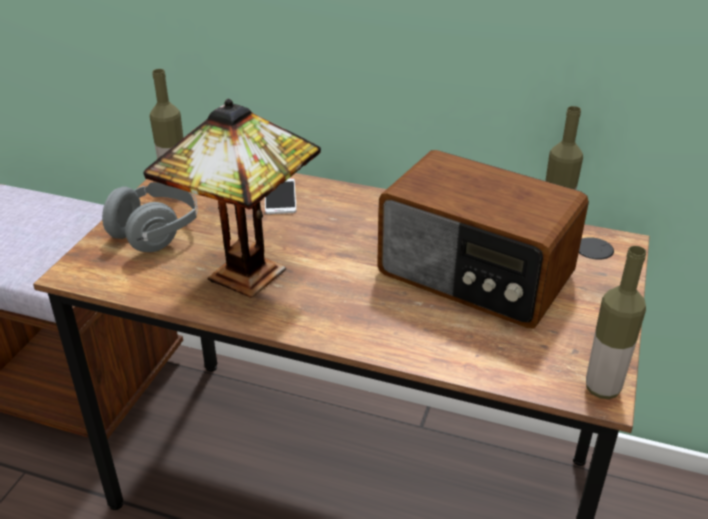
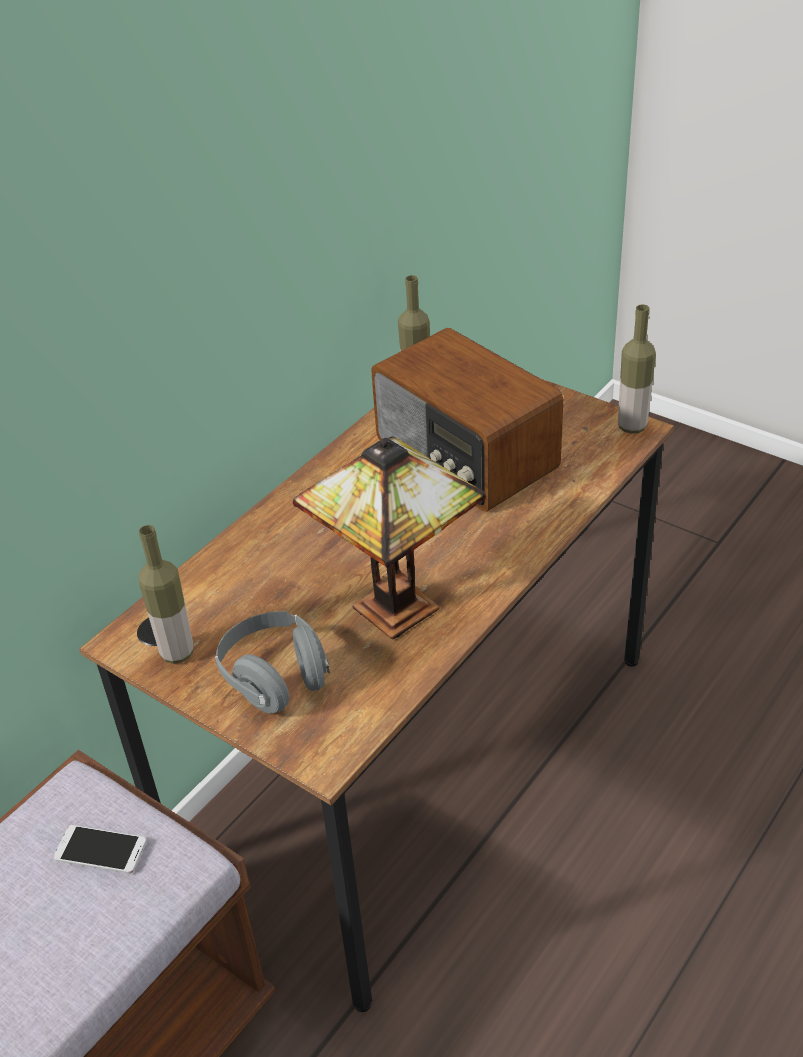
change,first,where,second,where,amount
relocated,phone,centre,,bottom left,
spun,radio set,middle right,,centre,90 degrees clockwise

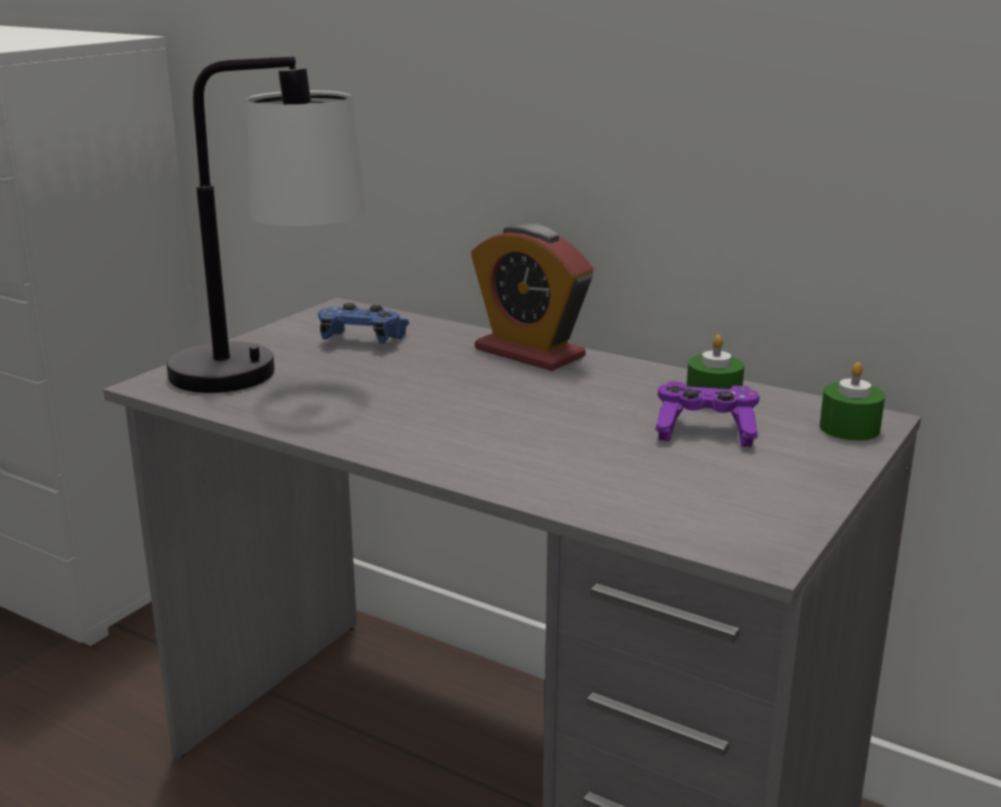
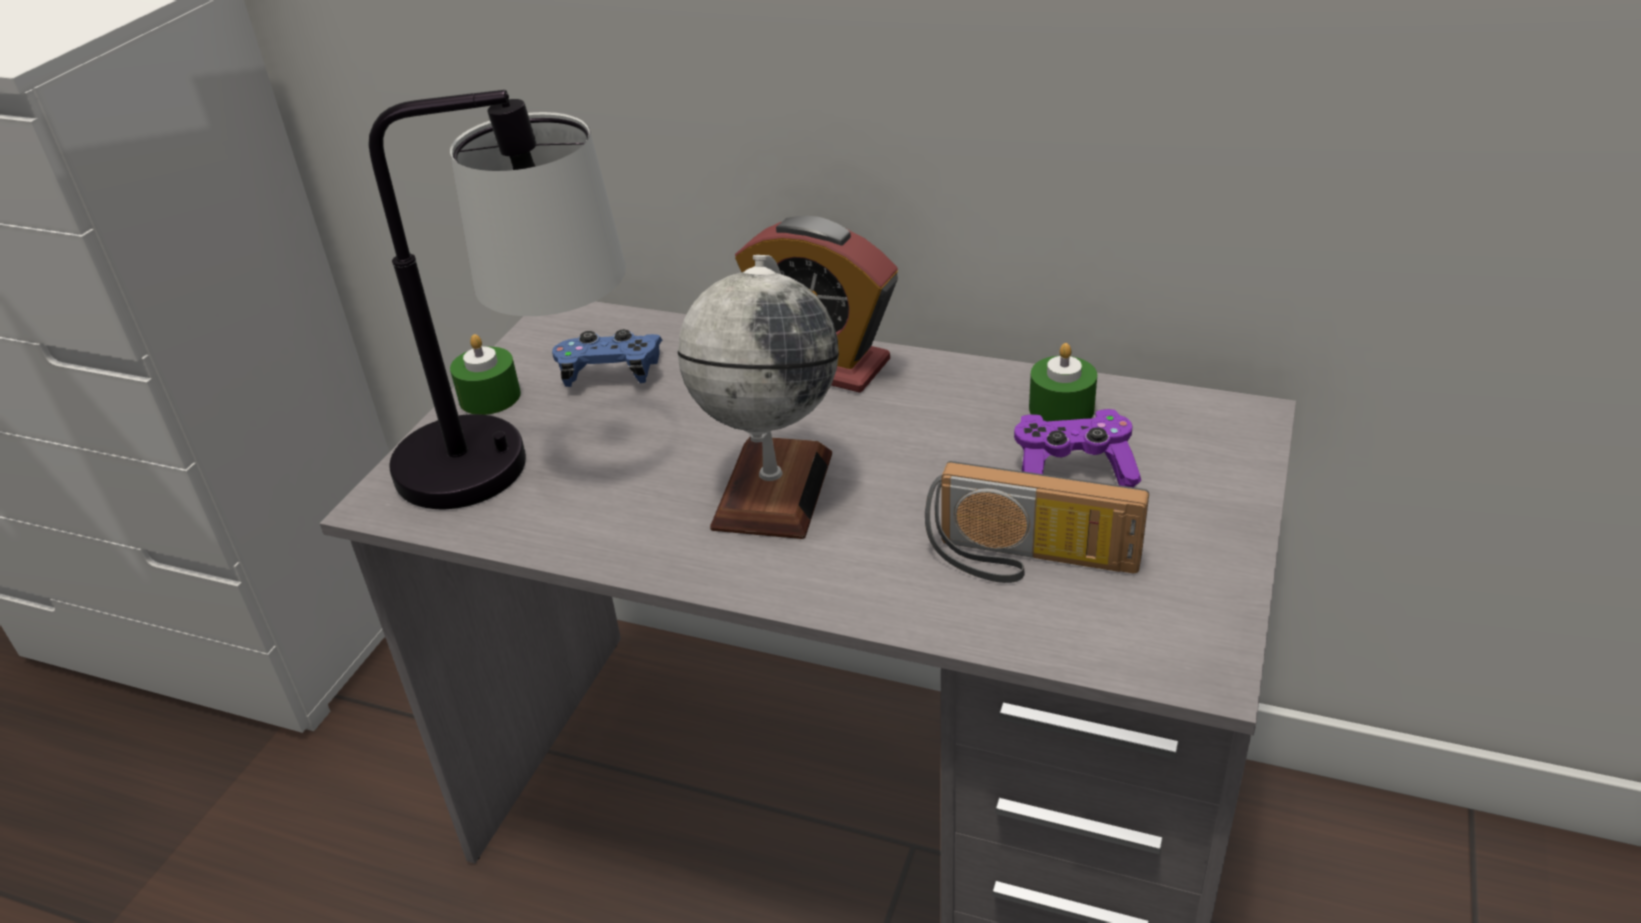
change,first,where,second,where,amount
relocated,wax light/greenish (no. 2 from left in the first image),middle right,wax light/greenish (no. 1 from left),middle left,
appeared,,,world globe,centre,
appeared,,,radio set,centre,

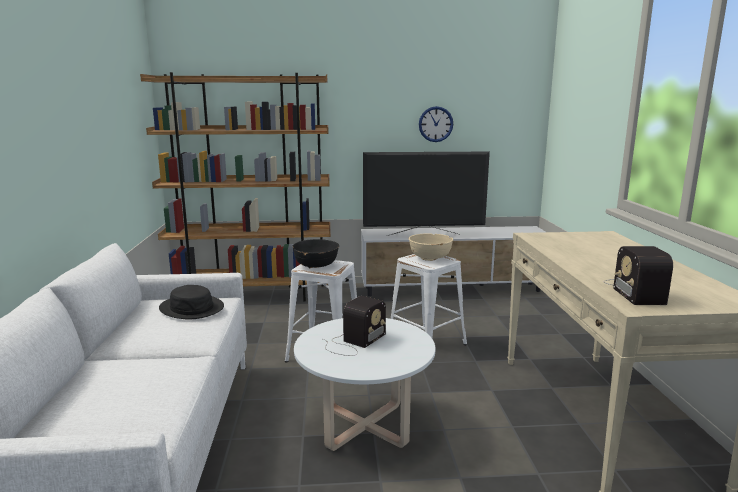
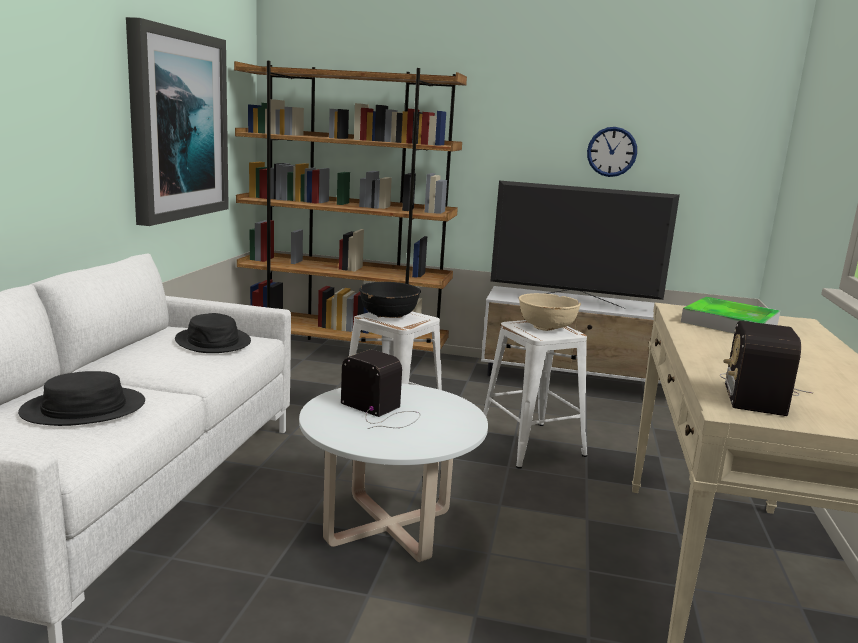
change,first,where,second,where,amount
spun,radio set (no. 1 from left),centre,,centre,105 degrees counterclockwise
appeared,,,hat/black-coloured (no. 1 from left),middle left,
appeared,,,wall art,top left,
appeared,,,tray,middle right,

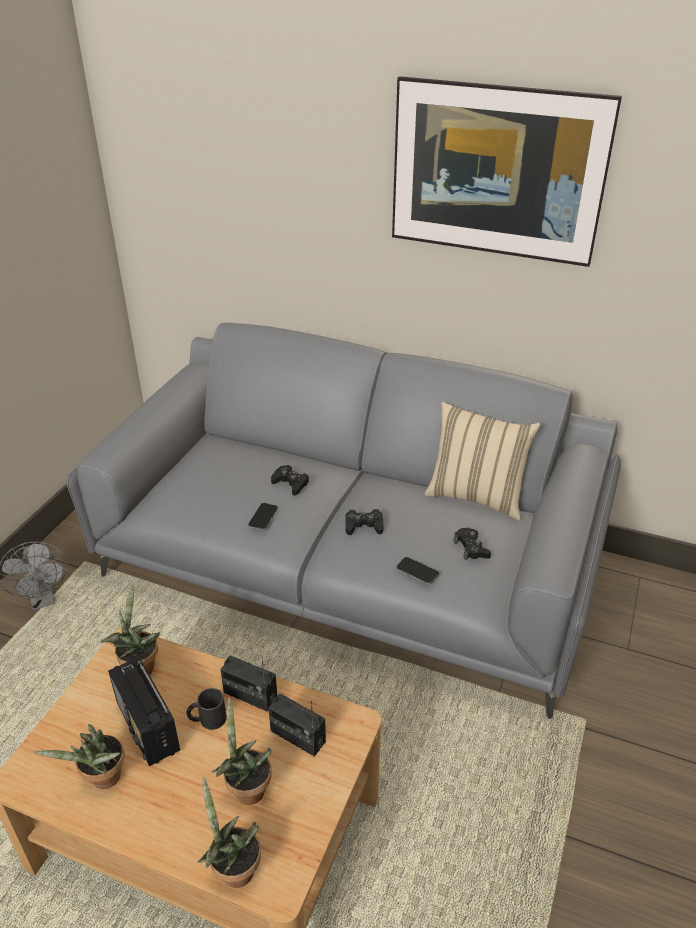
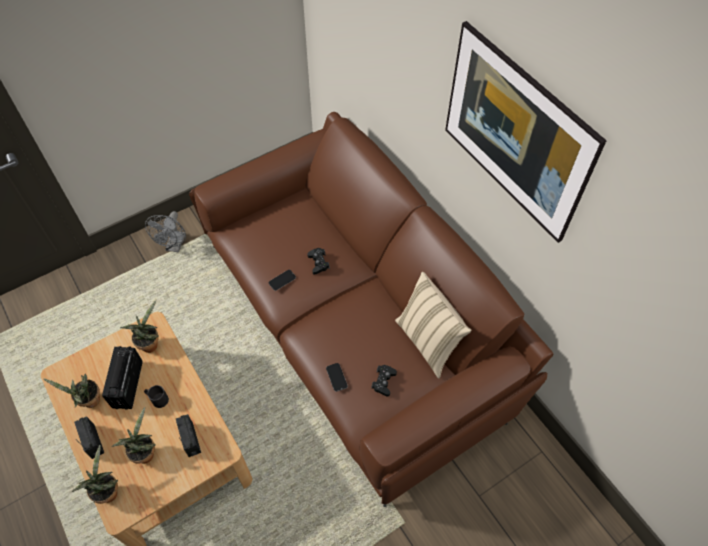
change,first,where,second,where,amount
colour,sofa/greyish,centre,sofa/brownish,centre,
relocated,radio set (no. 2 from left in the first image),bottom centre,radio set (no. 1 from left),bottom left,
missing,joypad/black-coloured (no. 2 from left),centre,,,

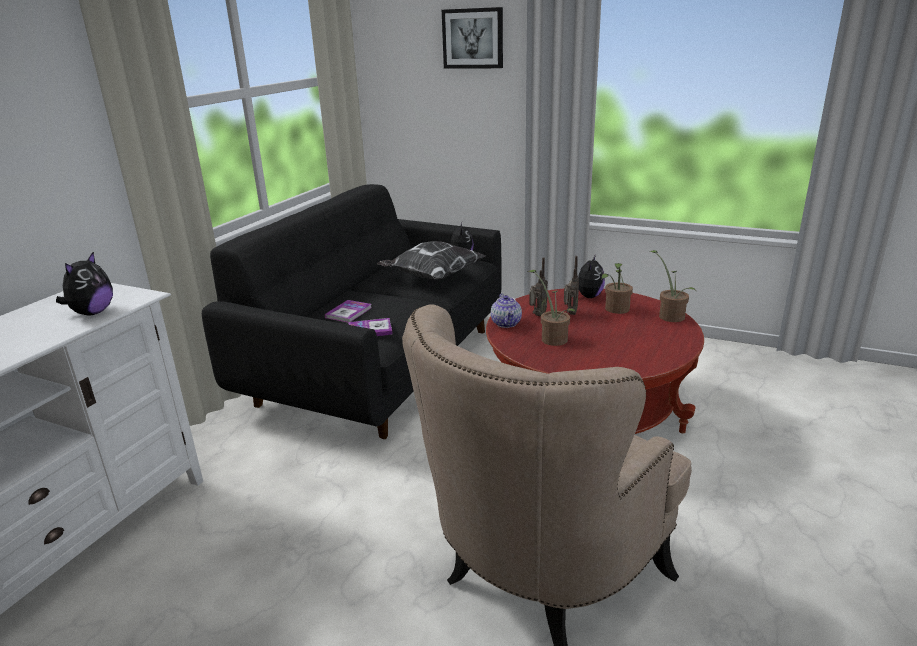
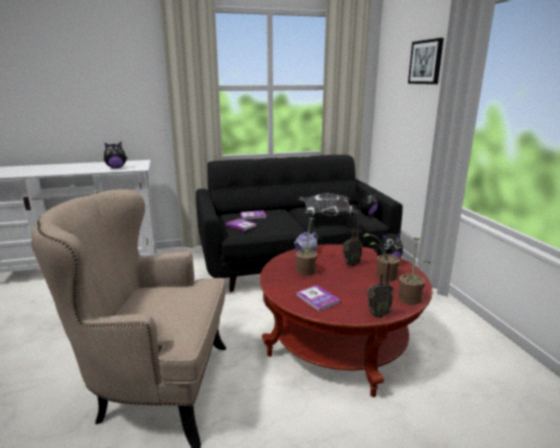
change,first,where,second,where,amount
relocated,radio set (no. 1 from left in the first image),centre,radio set (no. 2 from left),middle right,
appeared,,,bound book (no. 3 from left),centre,

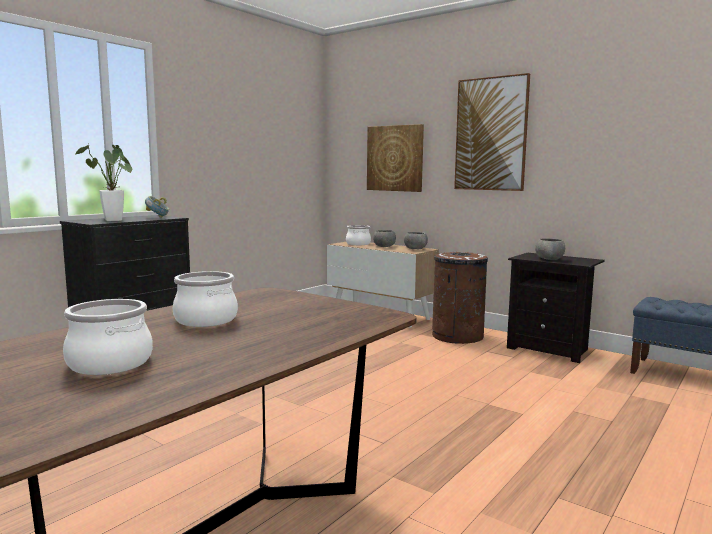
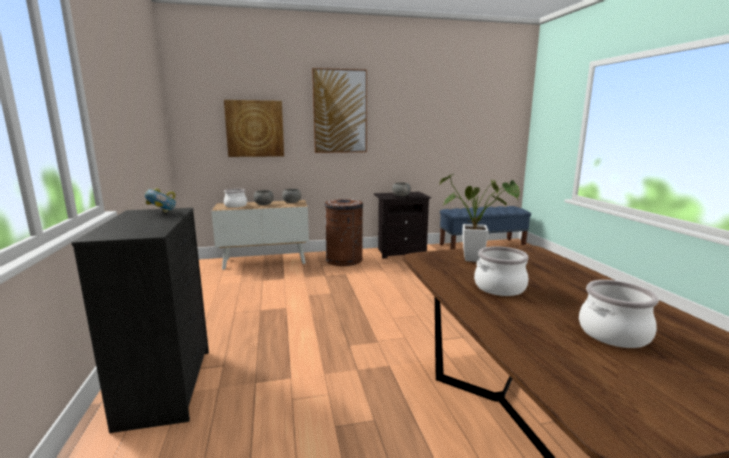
change,first,where,second,where,amount
relocated,houseplant,middle left,,centre,

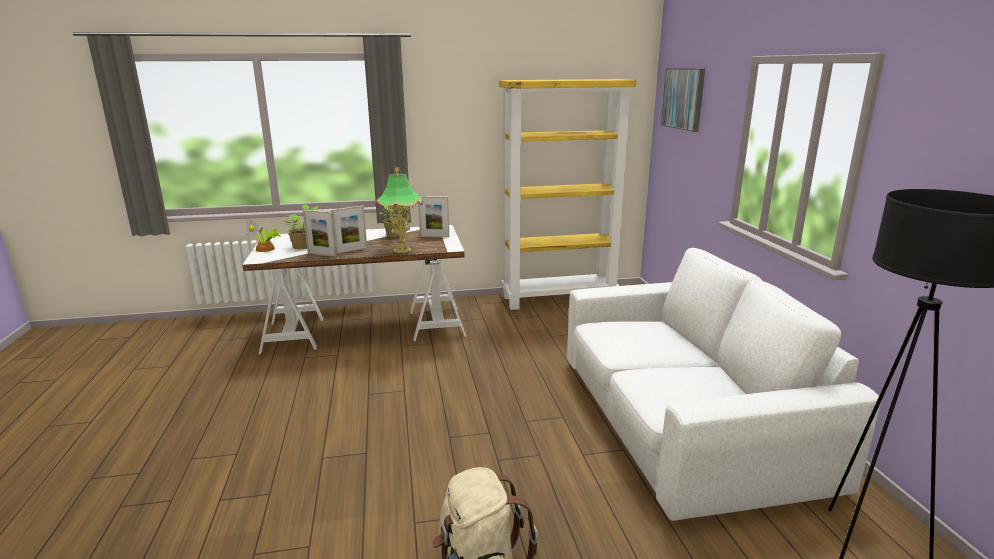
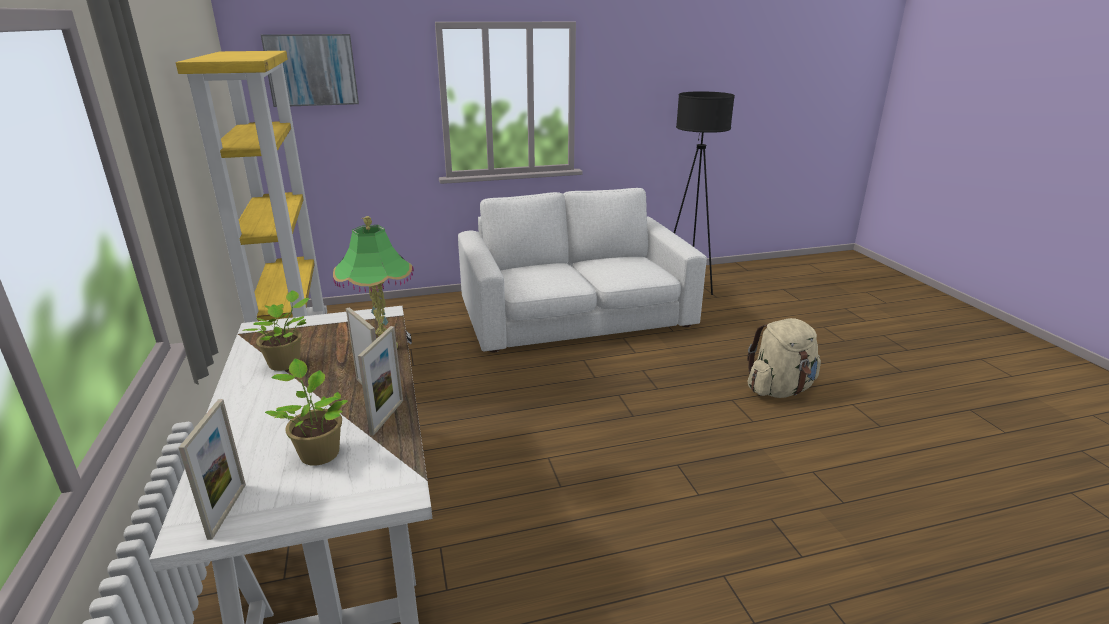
change,first,where,second,where,amount
missing,houseplant (no. 1 from left),middle left,,,
relocated,photo frame (no. 3 from left in the first image),centre,photo frame (no. 1 from left),bottom left,

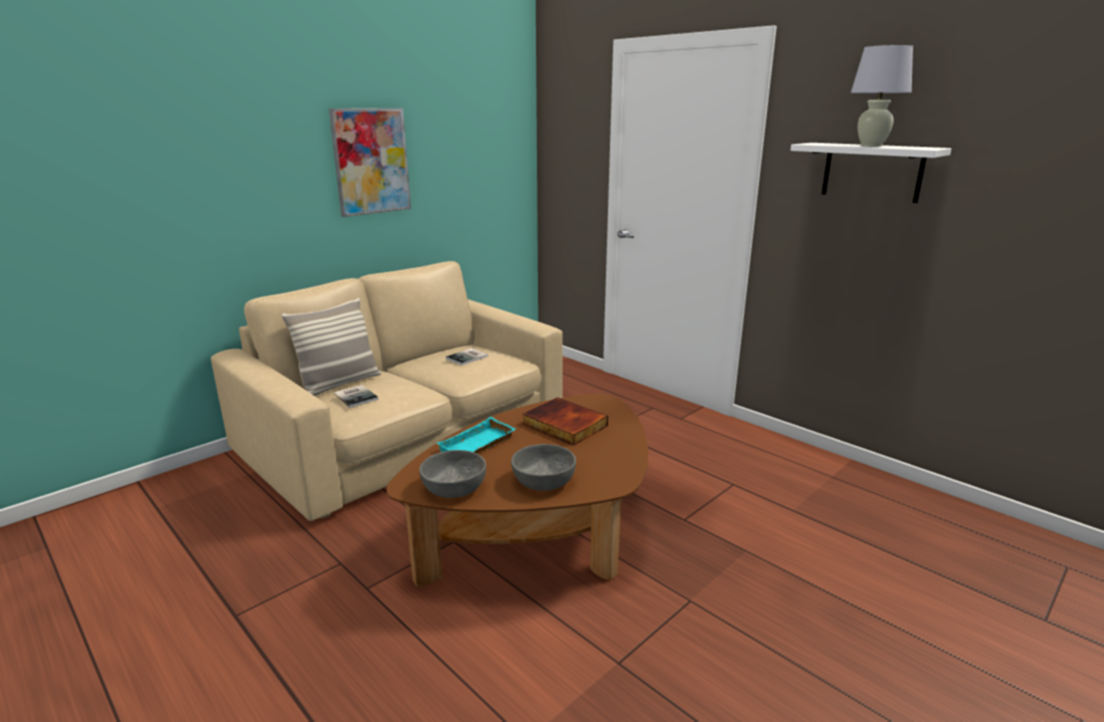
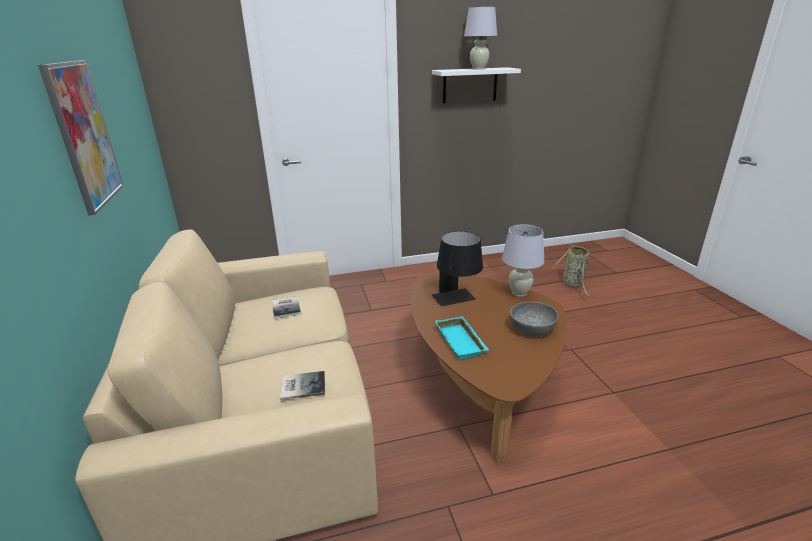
change,first,where,second,where,amount
missing,throw pillow,middle left,,,
missing,bowl/greyish (no. 1 from left),centre,,,
exchanged,bound book (no. 3 from left),centre,table lamp/black-coloured,centre,
appeared,,,table lamp/whitish (no. 2 from left),centre,
appeared,,,household basket,middle right,

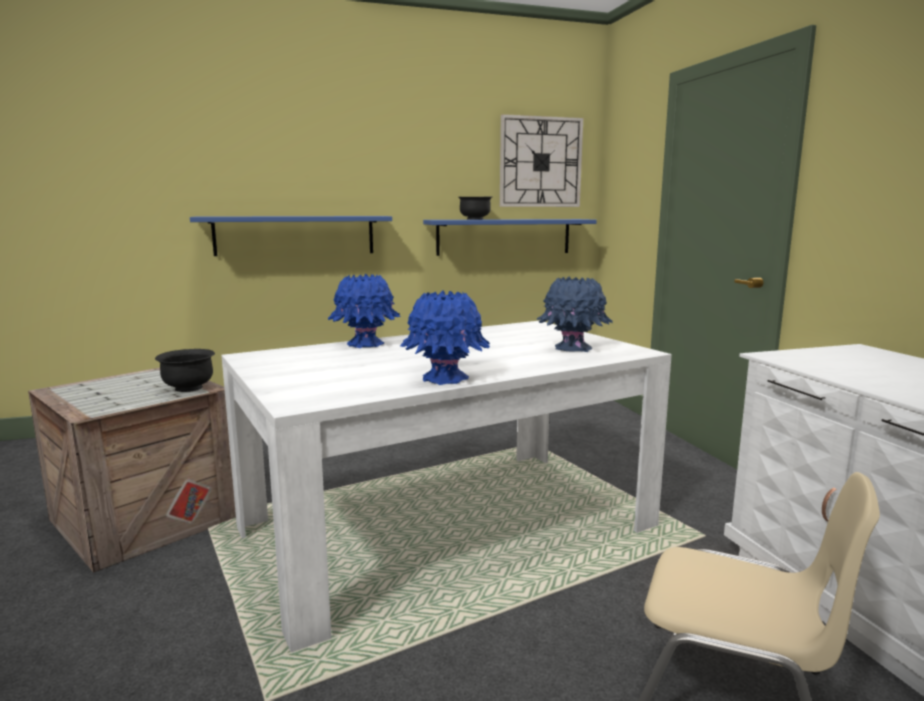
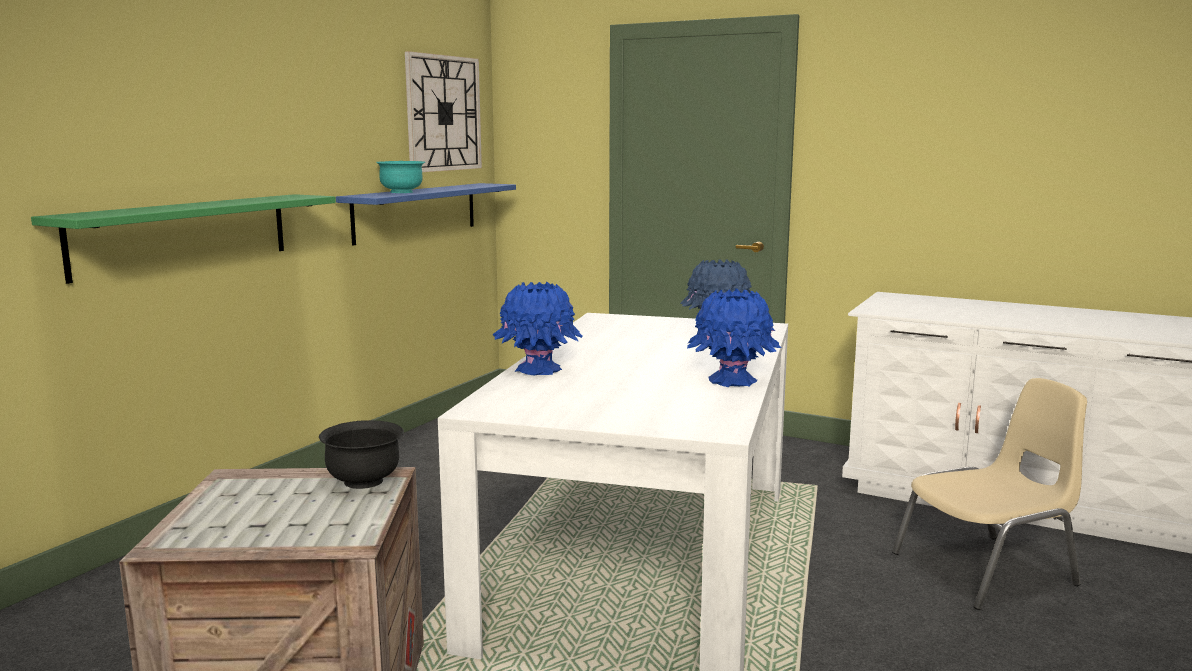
change,first,where,second,where,amount
colour,bracket shelf/blue-coloured (no. 1 from left),middle left,bracket shelf/greenish,middle left,
colour,bowl/black-coloured (no. 2 from left),top centre,bowl/turquoise,top centre,

